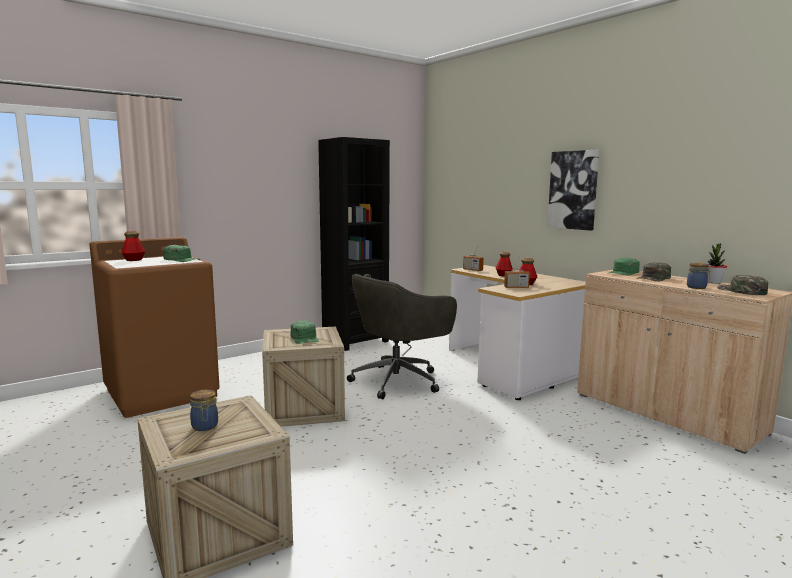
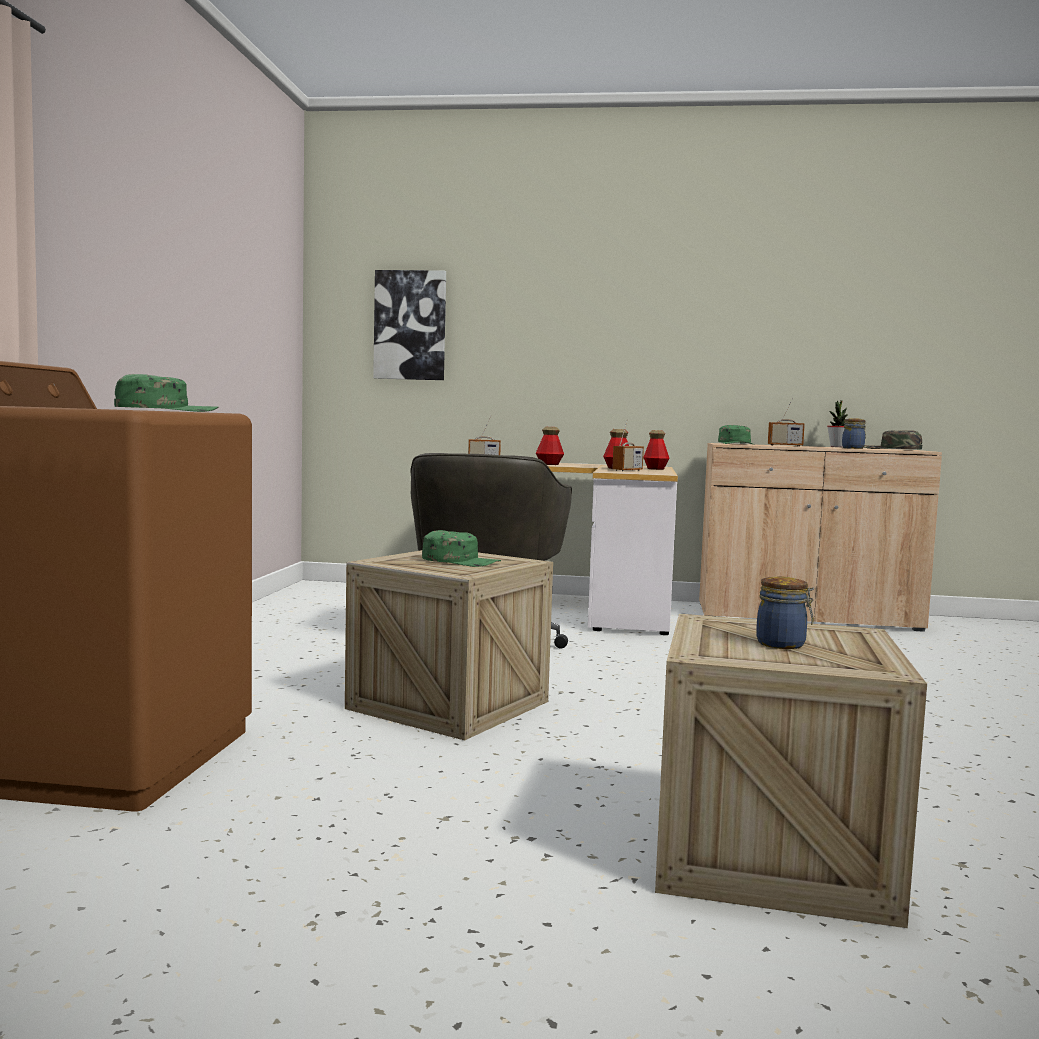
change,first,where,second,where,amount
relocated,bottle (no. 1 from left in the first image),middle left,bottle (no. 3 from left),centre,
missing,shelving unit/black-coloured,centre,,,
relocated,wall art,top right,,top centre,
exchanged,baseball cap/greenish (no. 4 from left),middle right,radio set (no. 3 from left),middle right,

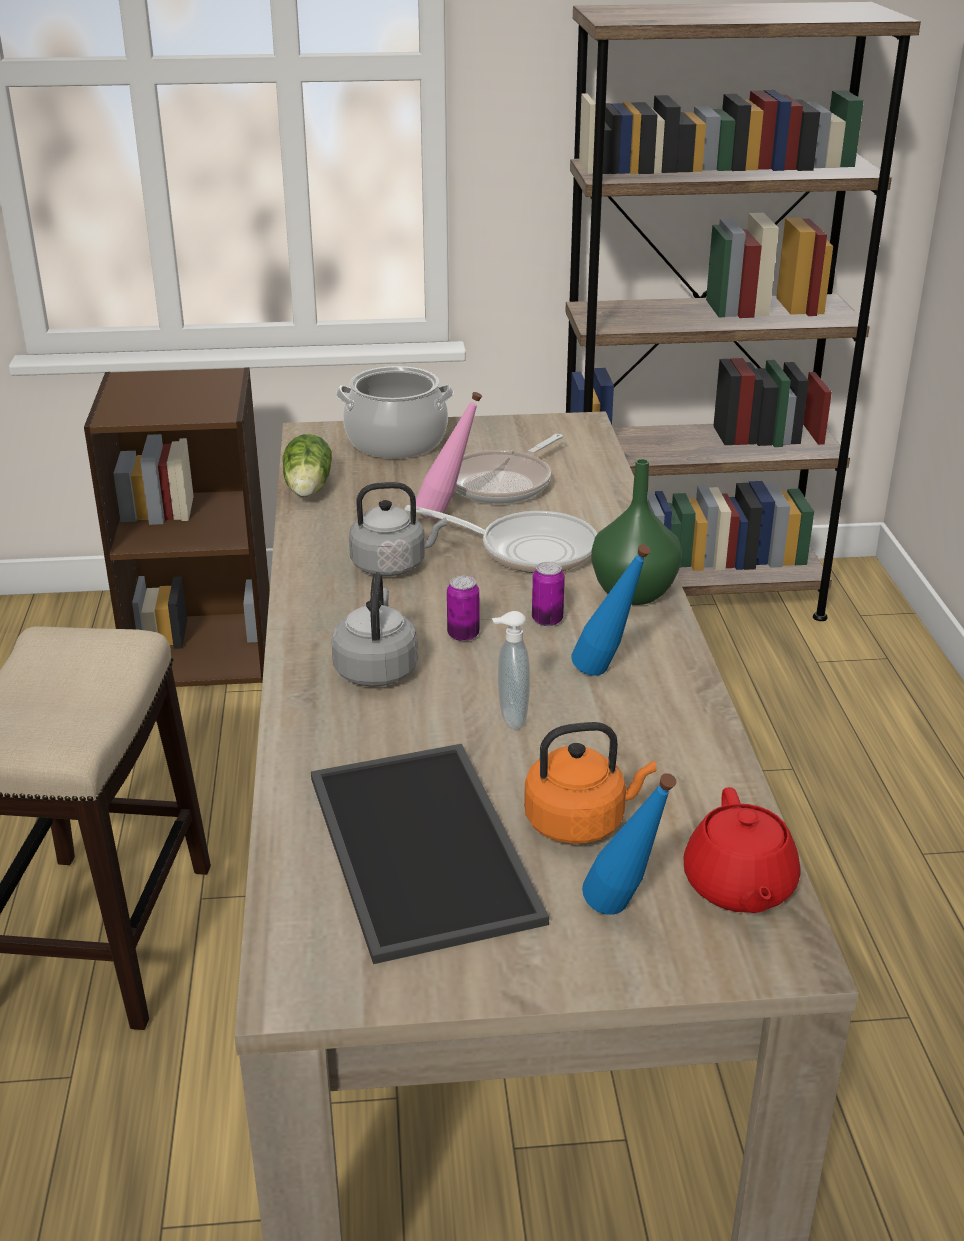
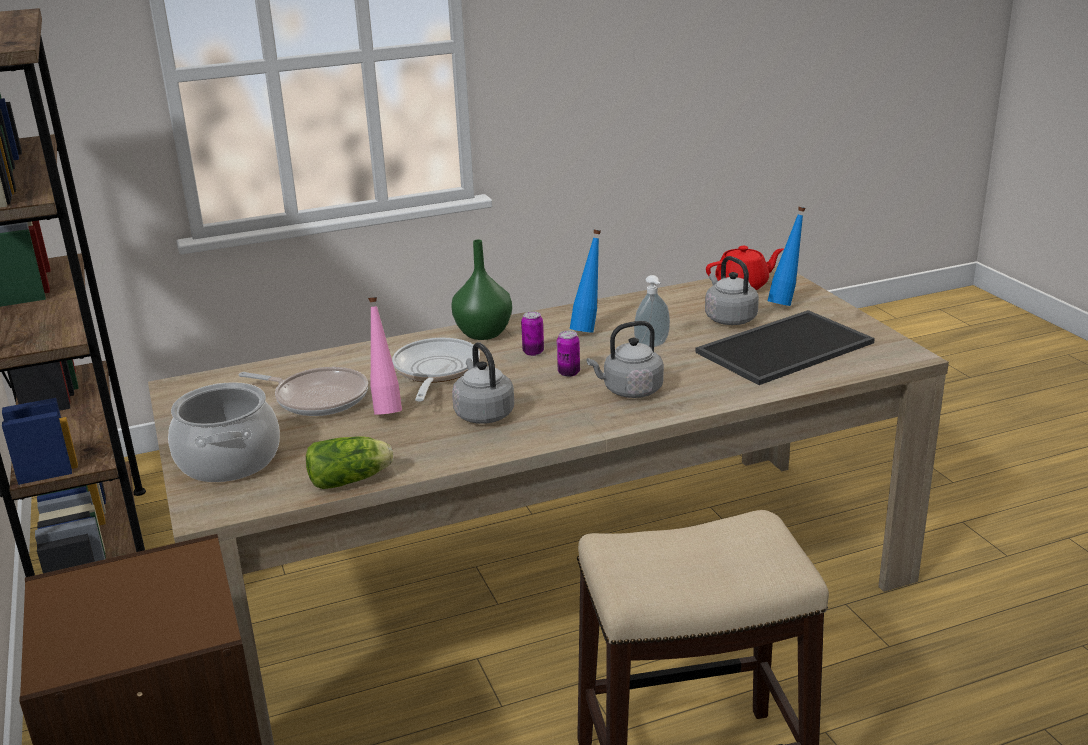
change,first,where,second,where,amount
colour,water kettle/orange,centre,water kettle/greyish (no. 3 from left),middle right,

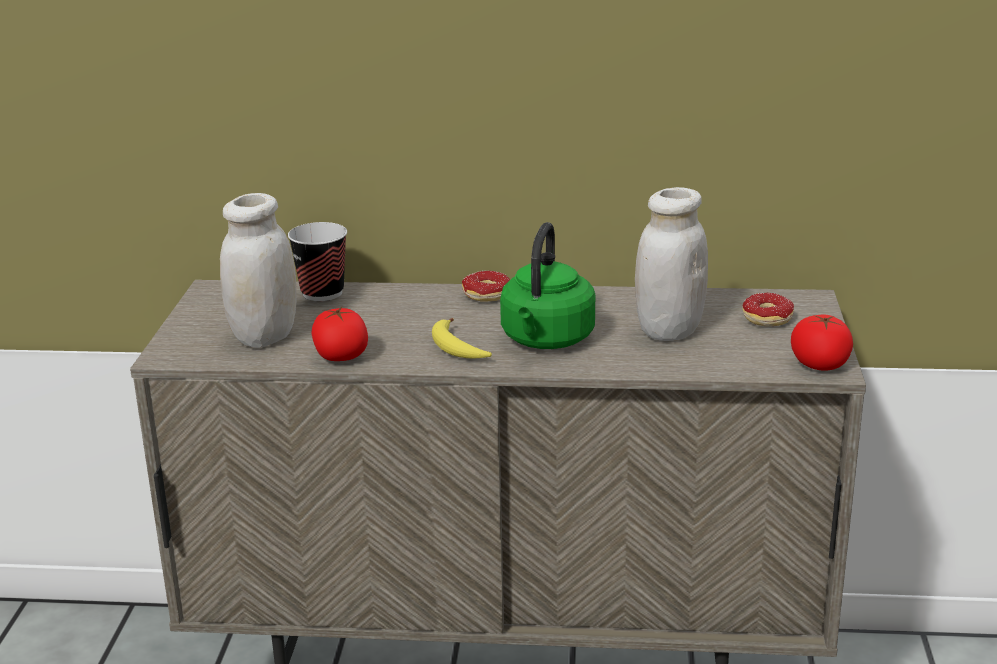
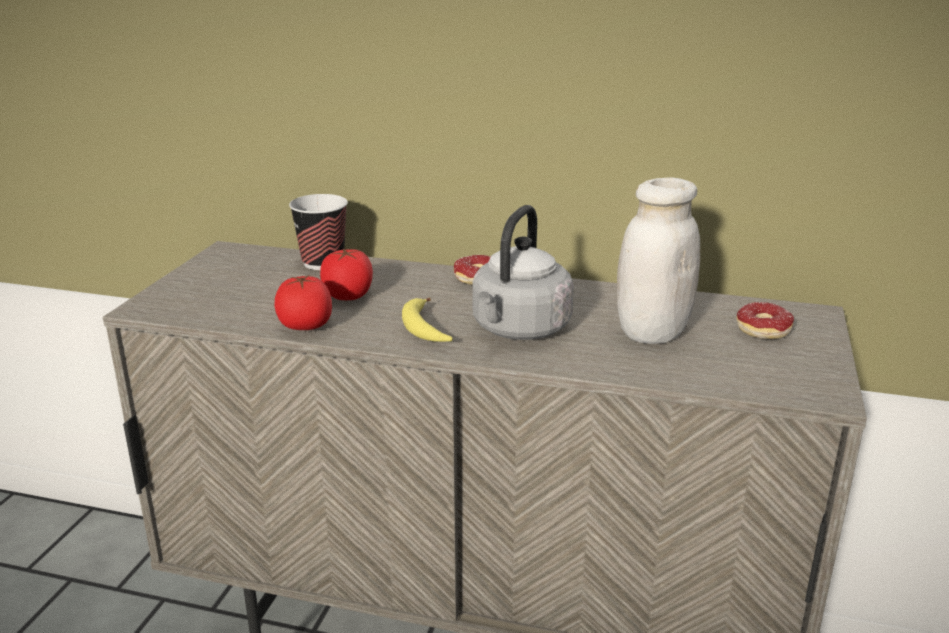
change,first,where,second,where,amount
missing,storage jar/whitish (no. 1 from left),middle left,,,
colour,water kettle/greenish,centre,water kettle/greyish,centre,
relocated,tomato (no. 2 from left),middle right,,centre,

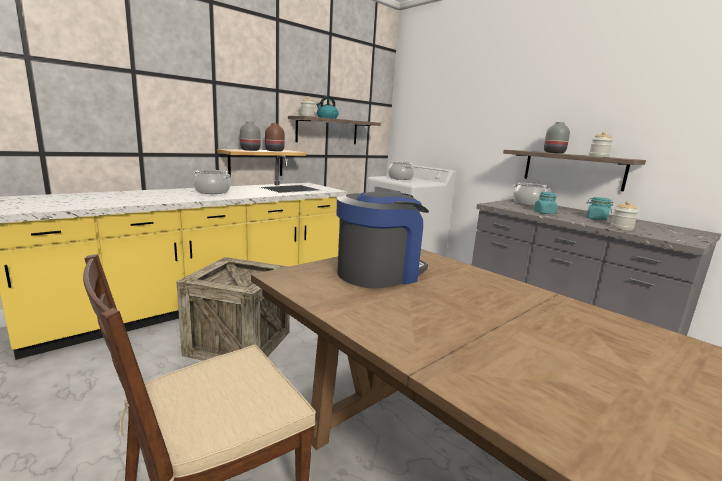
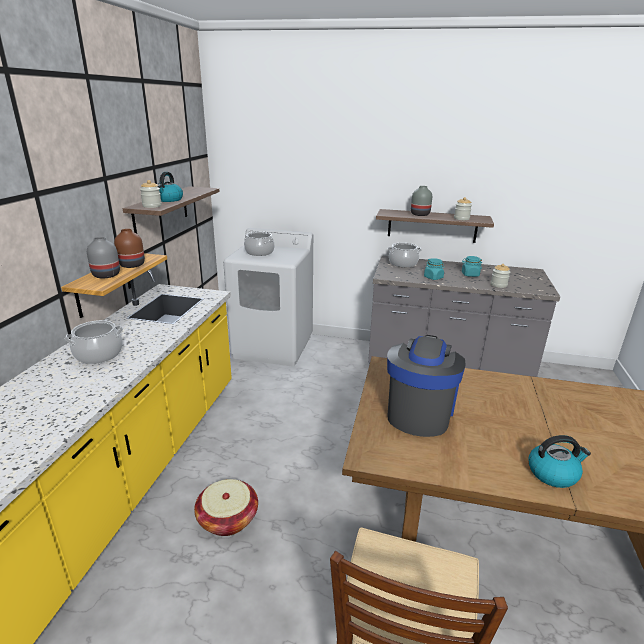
change,first,where,second,where,amount
exchanged,crate,middle left,household basket,bottom centre,
appeared,,,water kettle (no. 2 from left),bottom right,

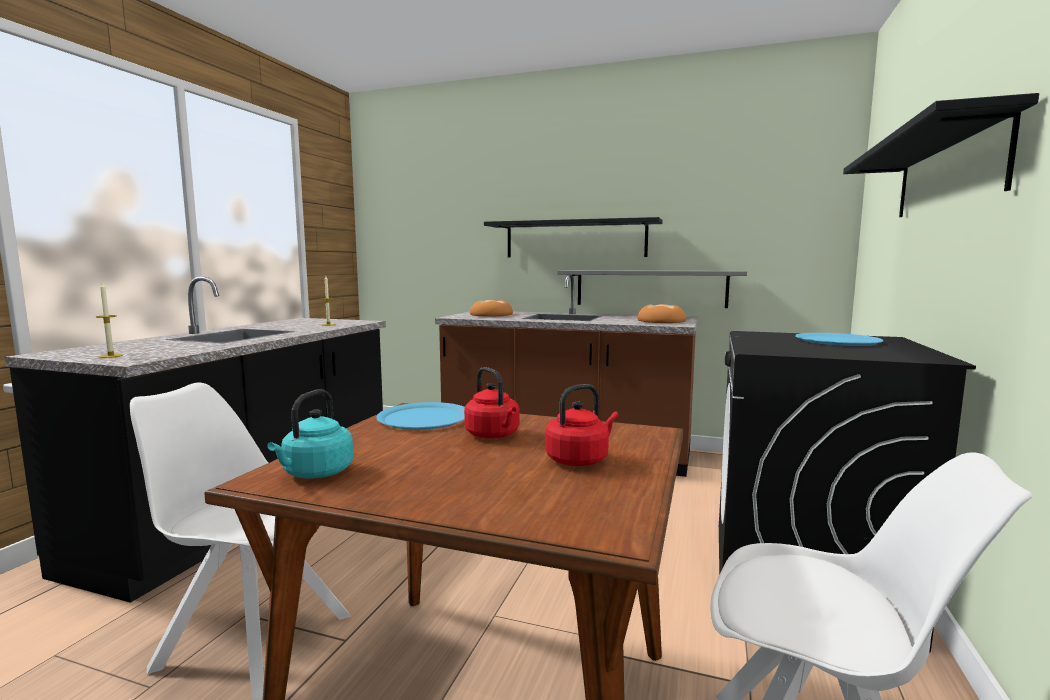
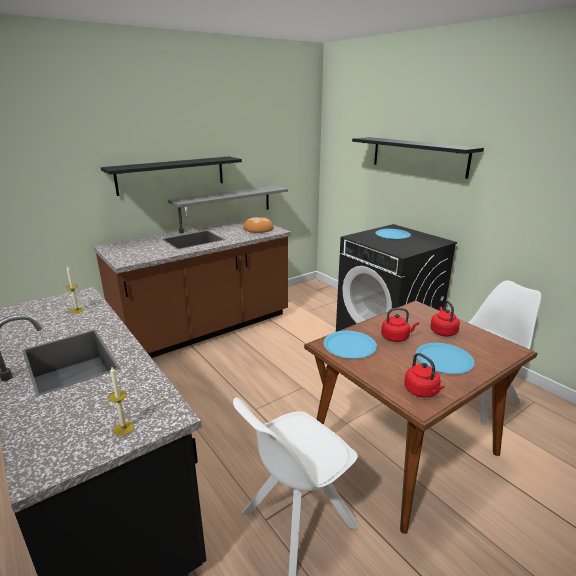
change,first,where,second,where,amount
colour,water kettle/turquoise,middle left,water kettle/red (no. 2 from left),middle right,
missing,baked bread (no. 1 from left),centre,,,
appeared,,,dinner plate/blue-coloured (no. 3 from left),middle right,

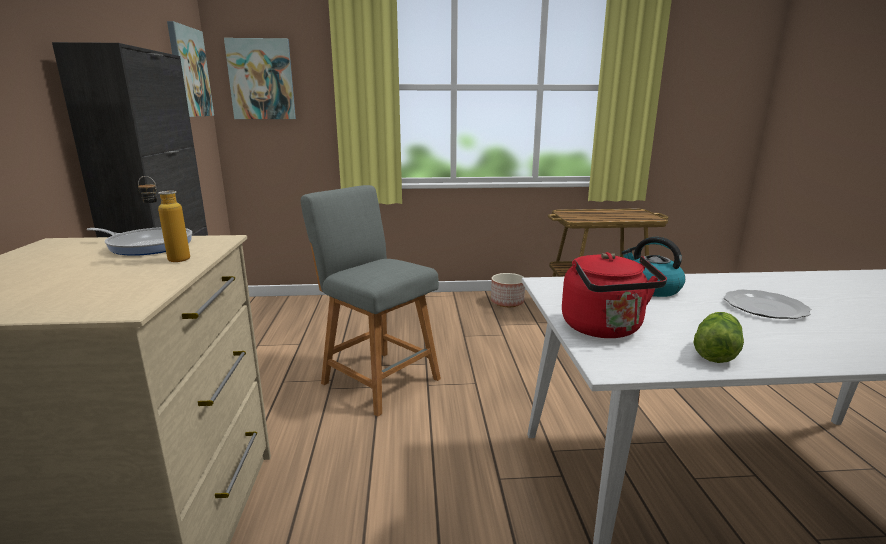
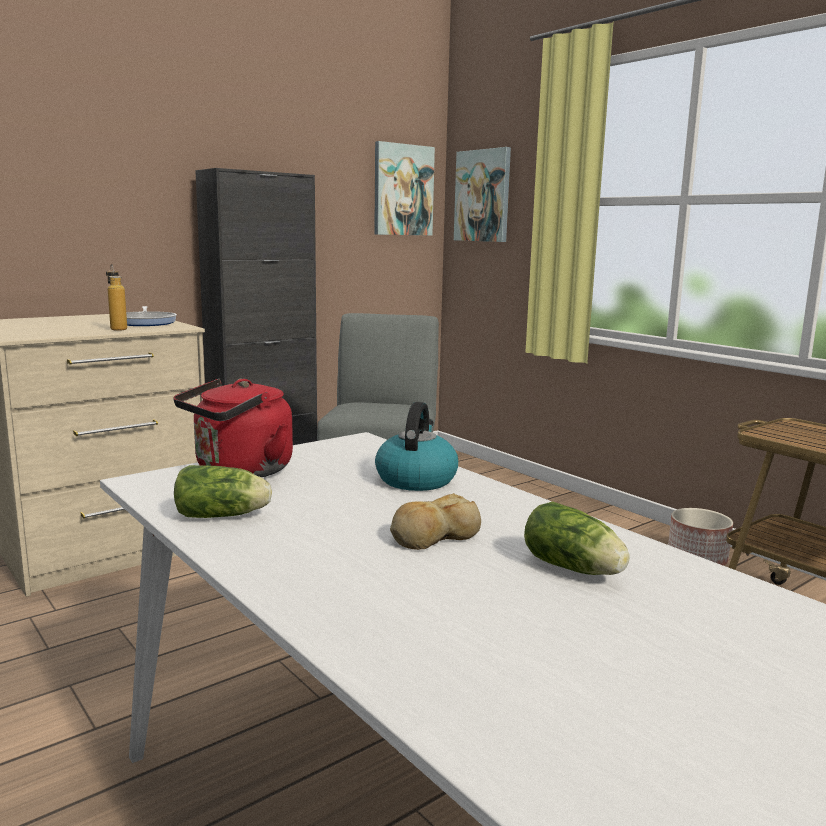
change,first,where,second,where,amount
exchanged,dinner plate,middle right,baked bread,centre,
appeared,,,lettuce head (no. 2 from left),middle right,

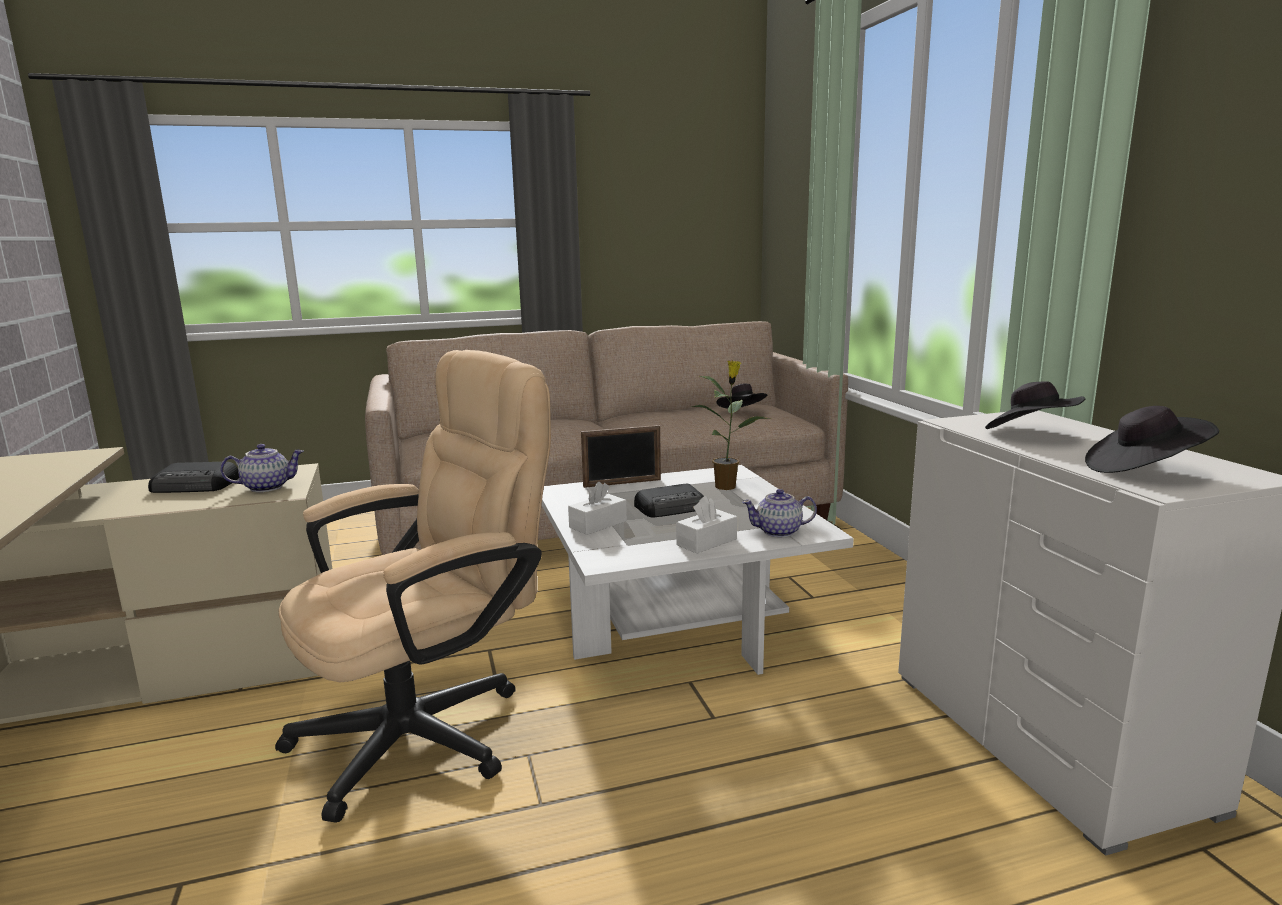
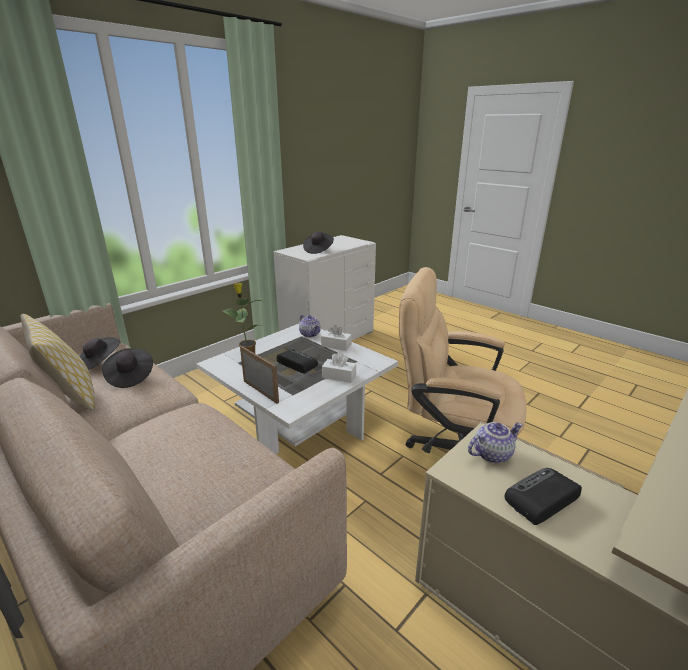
change,first,where,second,where,amount
spun,radio set (no. 1 from left in the first image),middle left,radio set (no. 2 from left),bottom right,90 degrees counterclockwise
spun,tea pot (no. 1 from left in the first image),middle left,tea pot (no. 2 from left),middle right,120 degrees clockwise
relocated,hat/black-coloured (no. 3 from left in the first image),middle right,hat/black-coloured (no. 2 from left),middle left,
appeared,,,throw pillow,middle left,

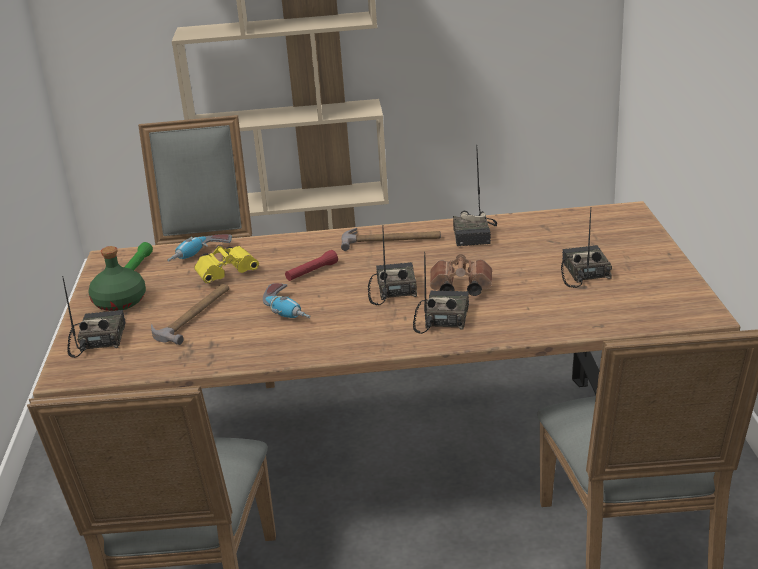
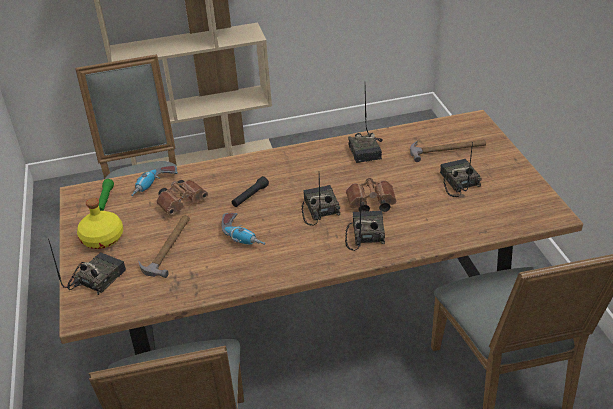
change,first,where,second,where,amount
spun,radio set (no. 1 from left),middle left,,middle left,45 degrees clockwise
colour,bottle/greenish,middle left,bottle/yellowish,middle left,
colour,pair of binoculars/yellowish,middle left,pair of binoculars/brownish (no. 1 from left),middle left,
colour,hand torch/red,centre,hand torch/black-coloured,centre,
relocated,hammer (no. 2 from left),centre,,middle right,

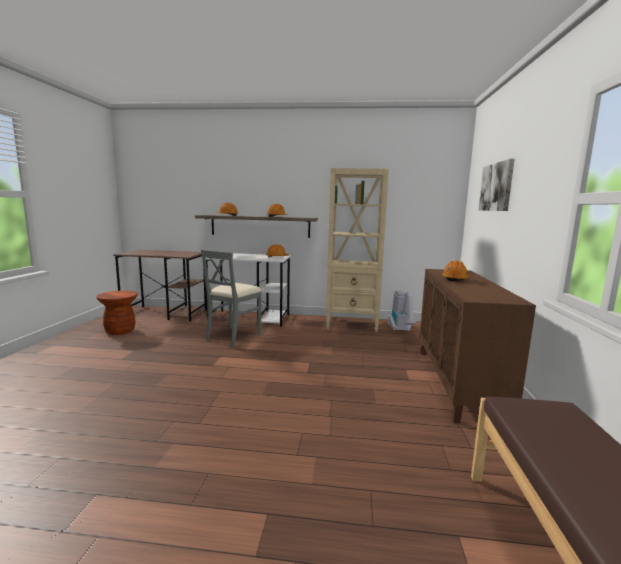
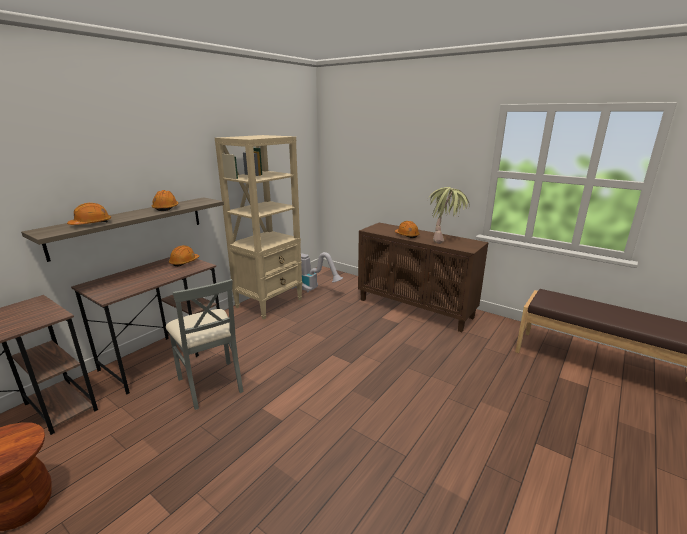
change,first,where,second,where,amount
colour,desk/whitish,centre,desk/brownish (no. 2 from left),middle left,
missing,wall art,top right,,,
appeared,,,houseplant,centre,

